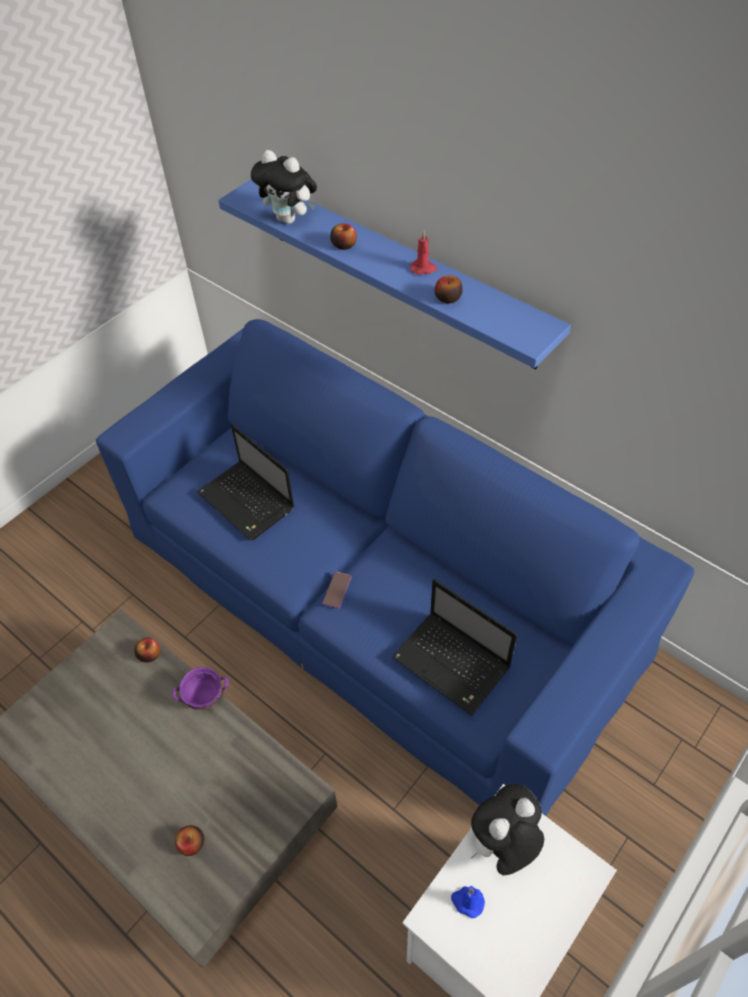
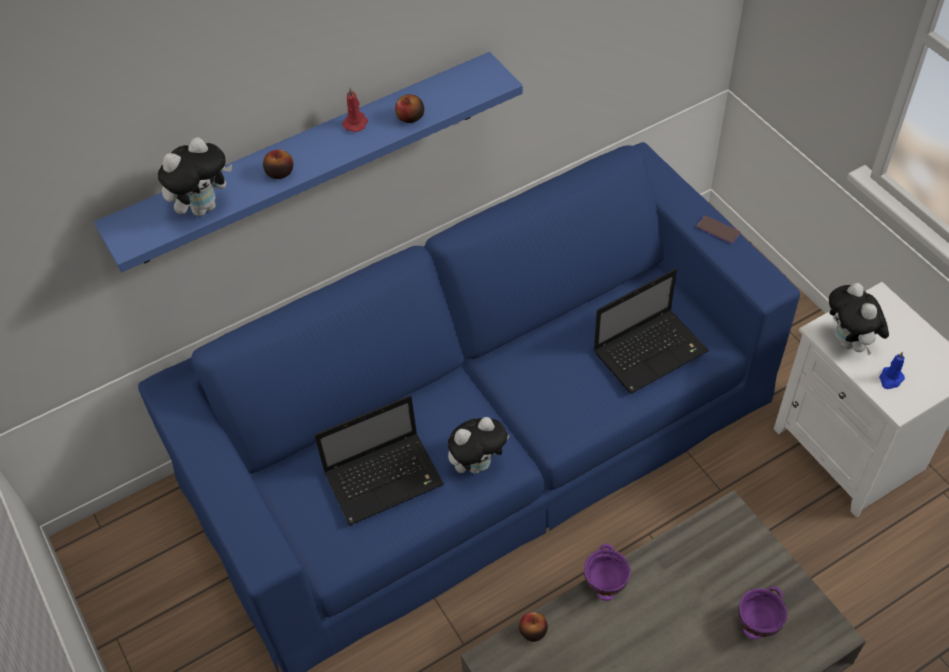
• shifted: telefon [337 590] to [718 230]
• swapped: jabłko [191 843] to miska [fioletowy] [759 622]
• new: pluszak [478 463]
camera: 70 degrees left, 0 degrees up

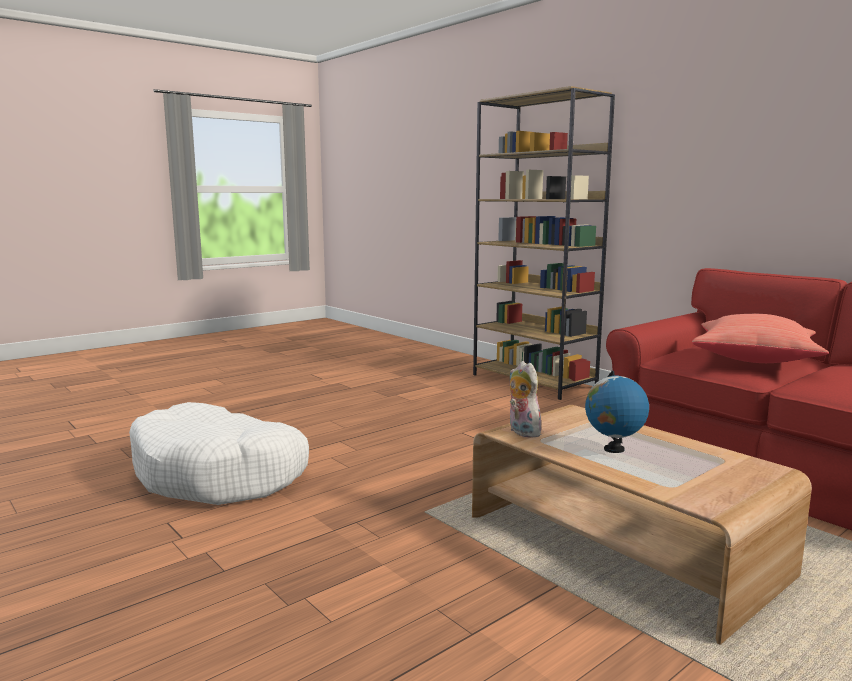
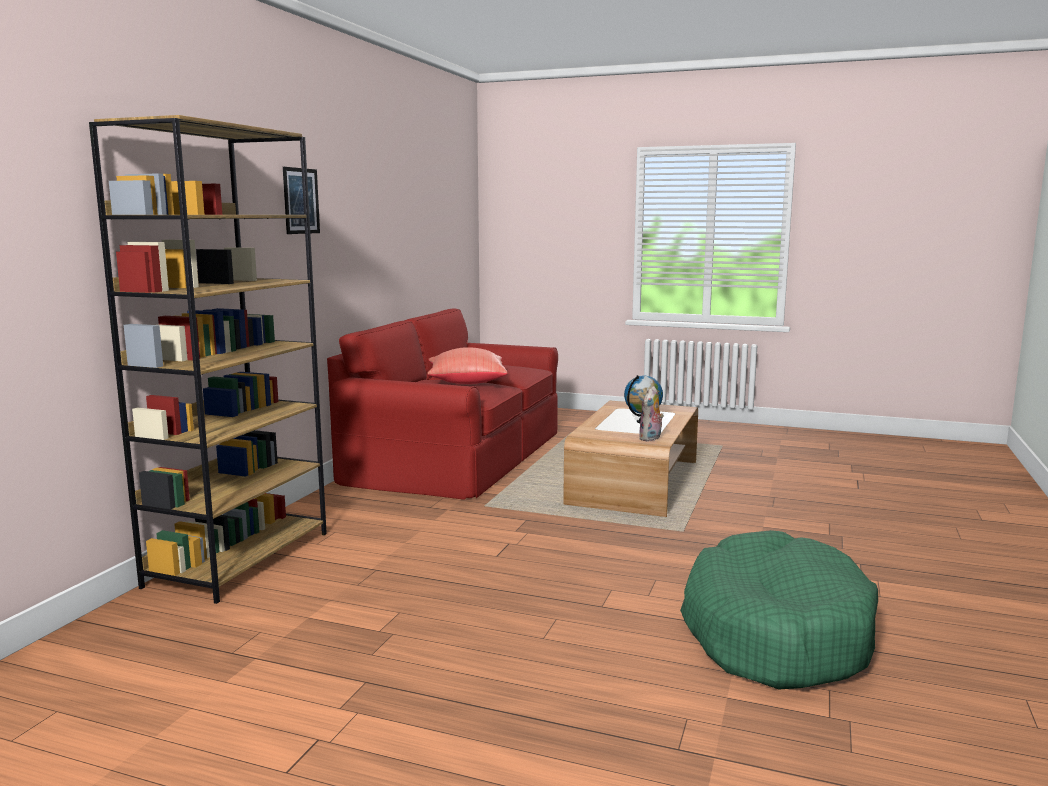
• repainted: legowisko [biały] [219 475] to legowisko [zielony] [774 633]
• new: obraz [301 201]
camera: 120 degrees left, 0 degrees up

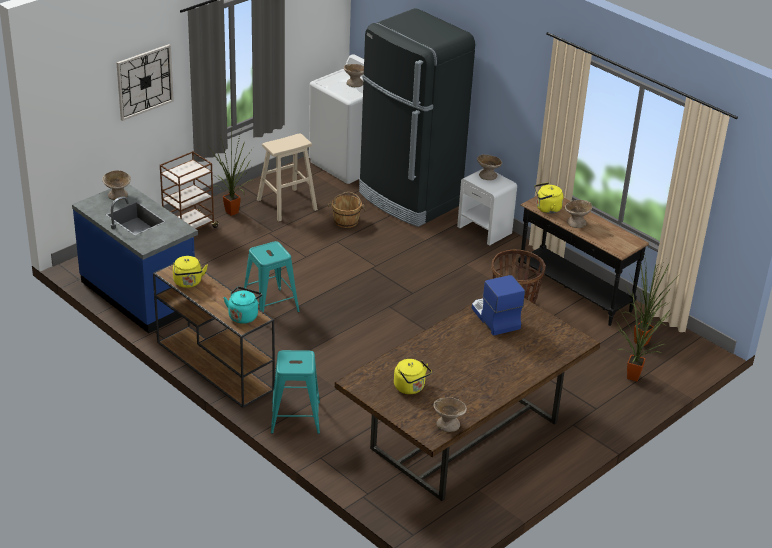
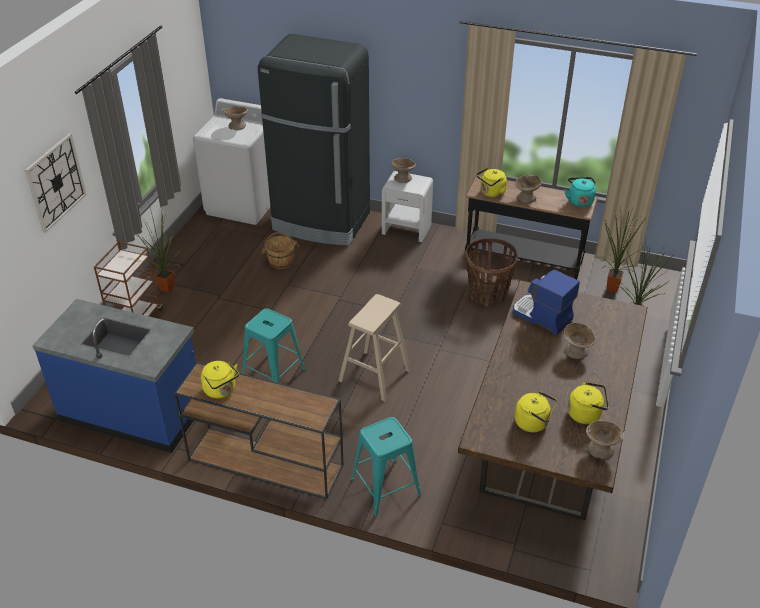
• shifted: stołek [beżowy] [287 204] to [375 375]
• shifted: miska [beżowy] [118 195] to [576 351]
• shifted: czajnik [turkusowy] [243 315] to [579 201]
• new: czajnik [żółty] [586 414]
camera: 25 degrees left, 5 degrees up

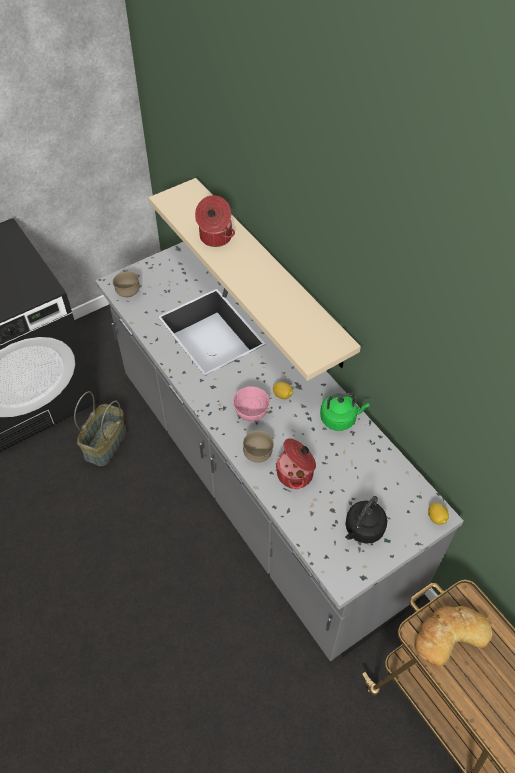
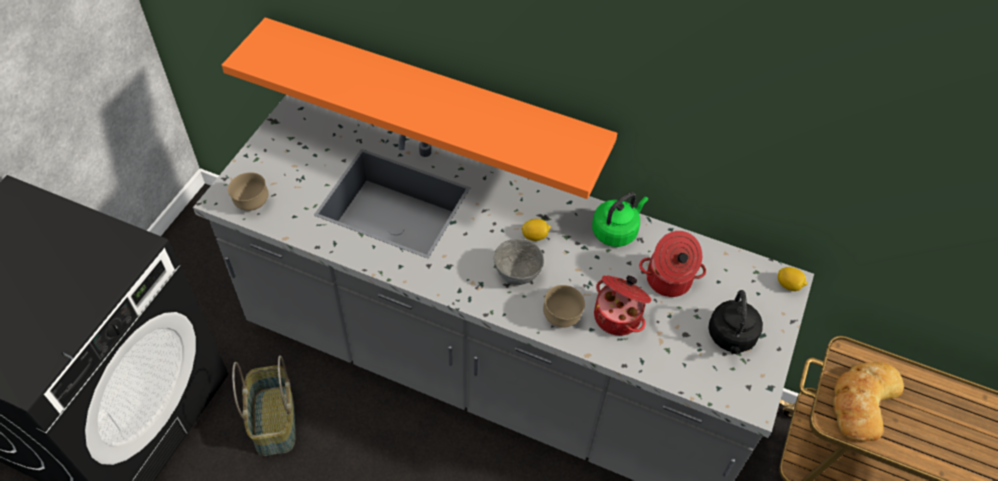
• repainted: półka [beżowy] [270 272] to półka [pomarańczowy] [434 97]
• shifted: garnek [215 237] to [668 280]
• repainted: miska [różowy] [250 414] to miska [szary] [517 275]
camera: 35 degrees left, 0 degrees up

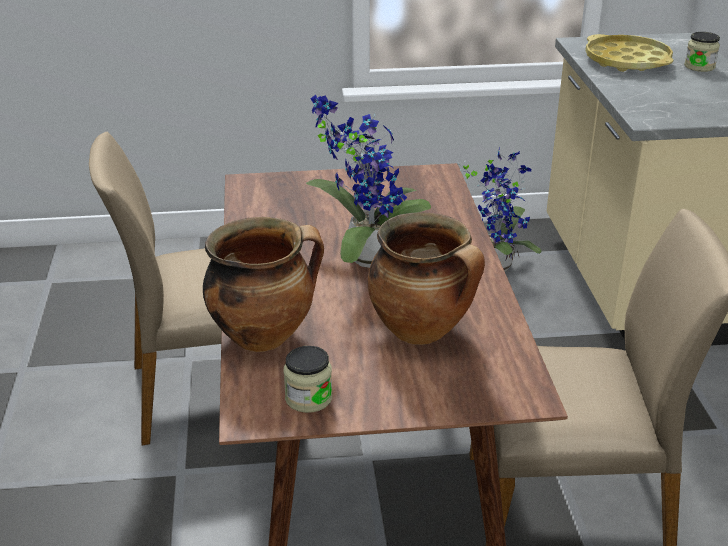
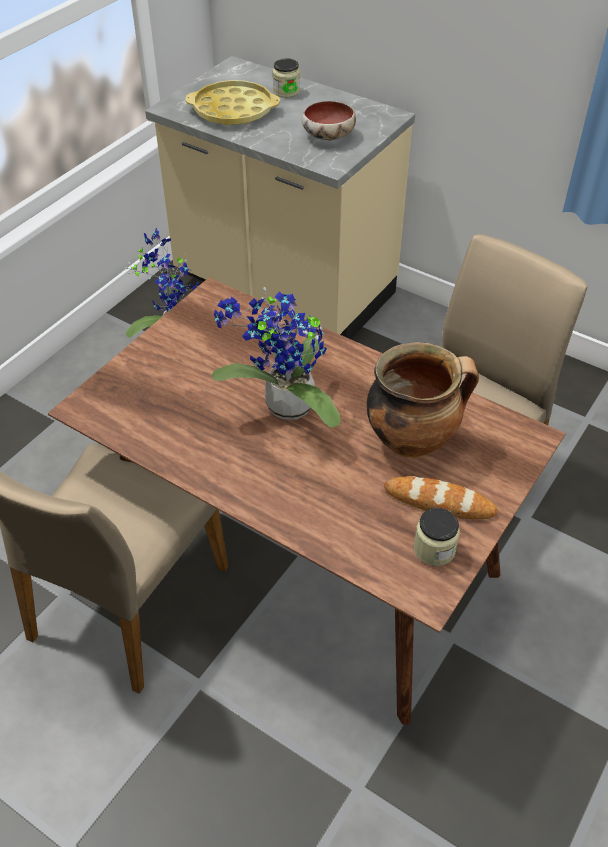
• gone: garnek [264 335]
• new: miska [327 136]
• new: chleb [439 502]
camera: 50 degrees left, 15 degrees up

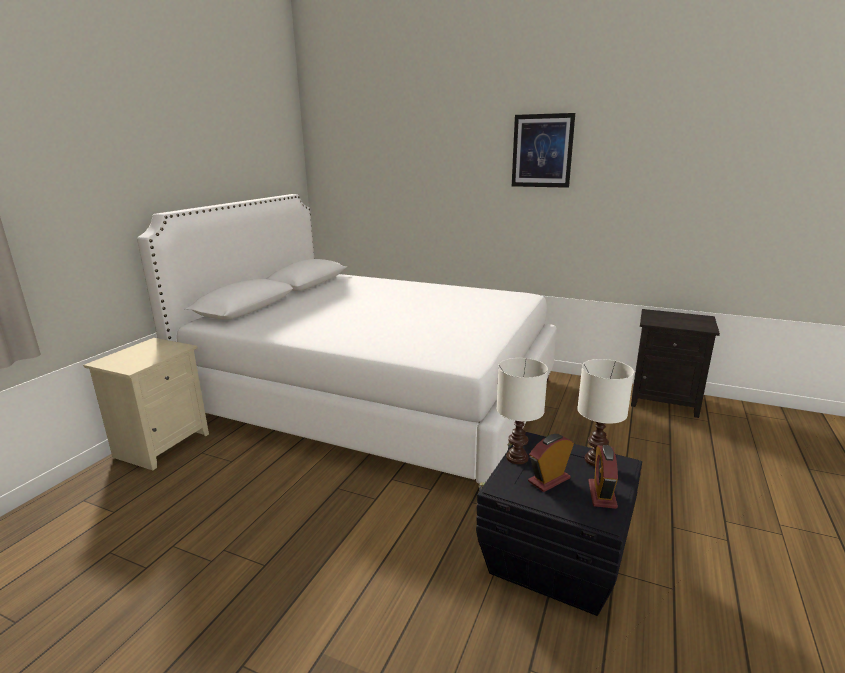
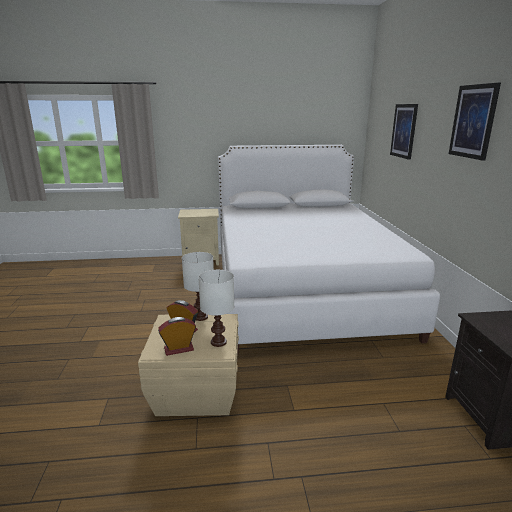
• repainted: pojemnik do przechowywania [czarny] [553 557] to pojemnik do przechowywania [beżowy] [195 390]
• new: obraz [404 131]
camera: 60 degrees right, 0 degrees up

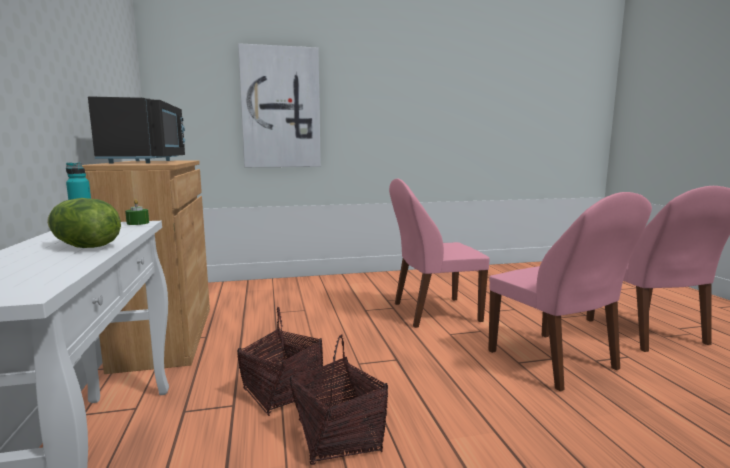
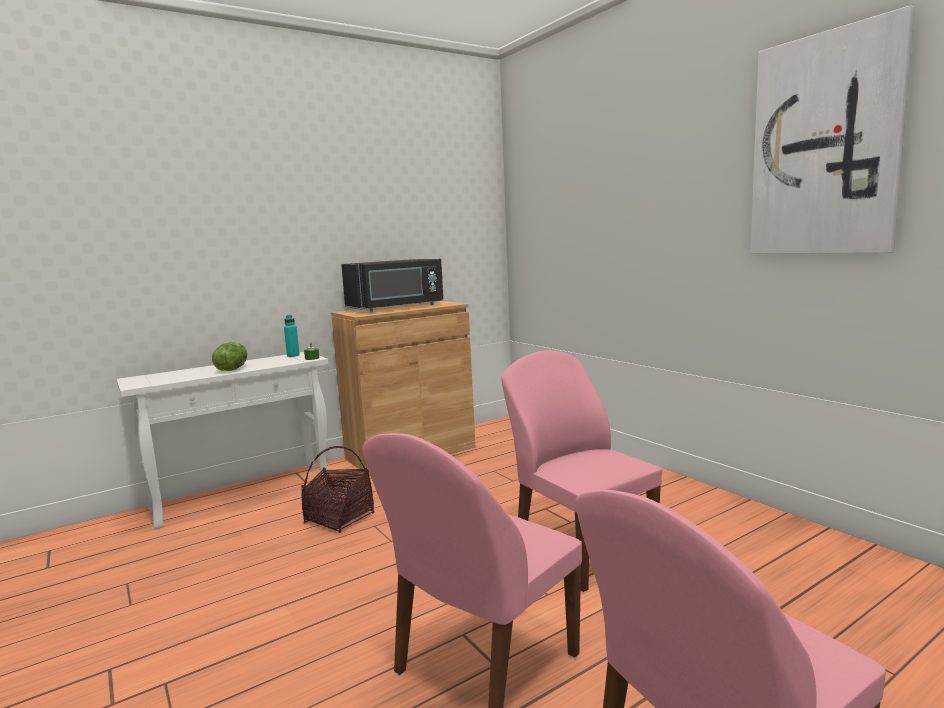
• shifted: obraz [280 108] to [825 146]
• gone: koszyk [338 437]
camera: 70 degrees right, 0 degrees up

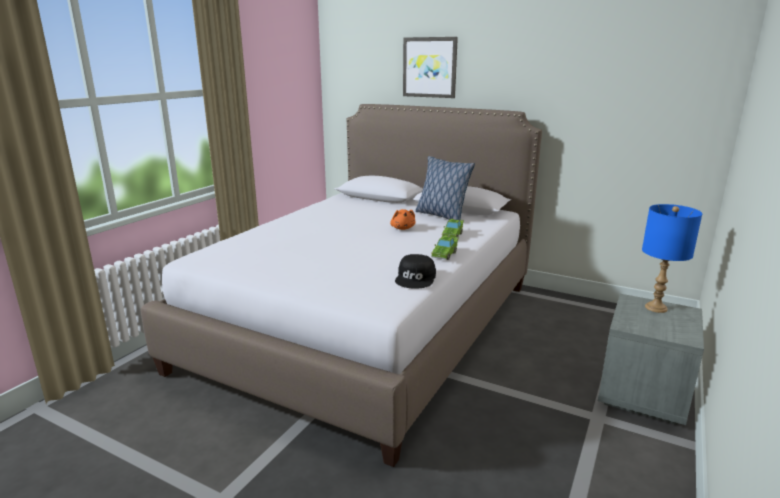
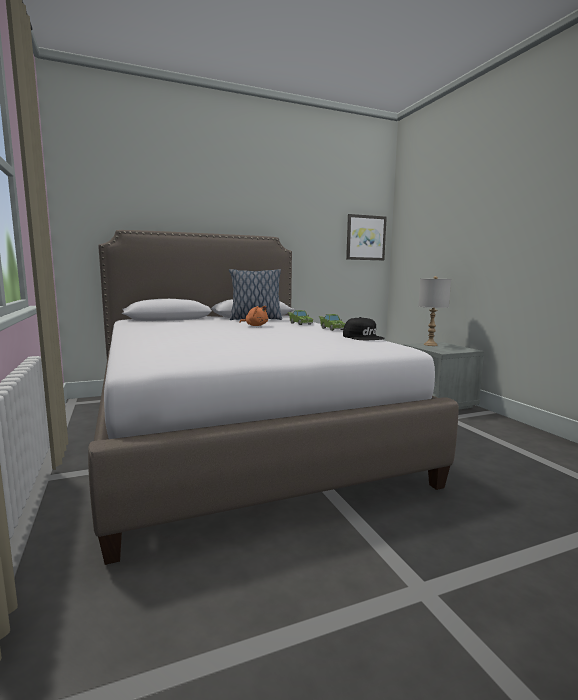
• shifted: obraz [429 67] to [365 238]
• repainted: lampa stołowa [niebieski] [656 307] to lampa stołowa [szary] [430 344]
camera: 50 degrees left, 10 degrees down

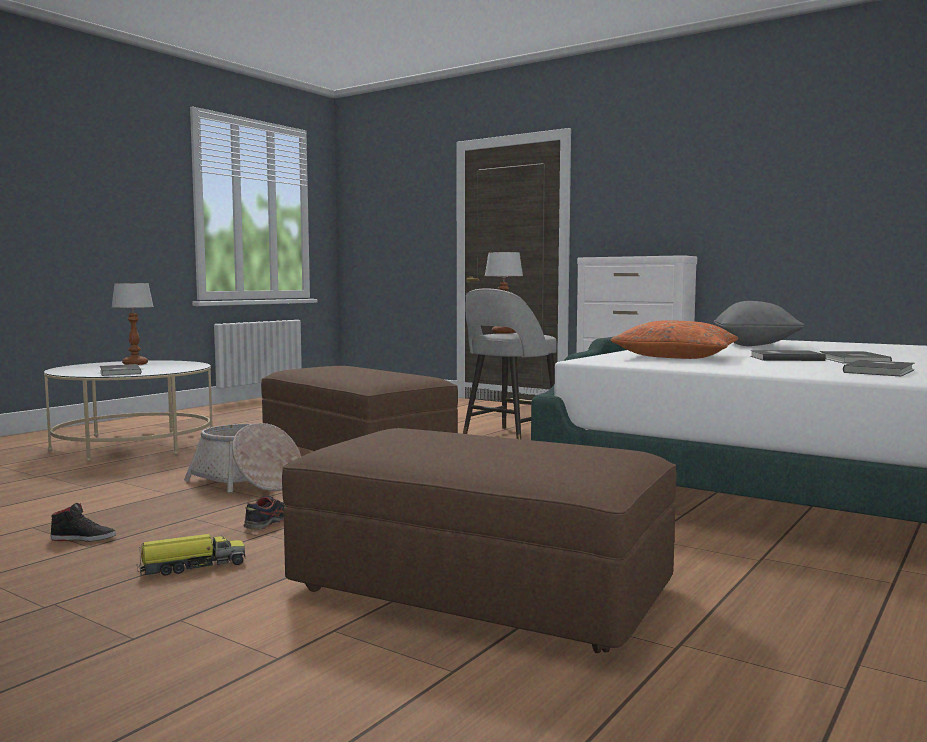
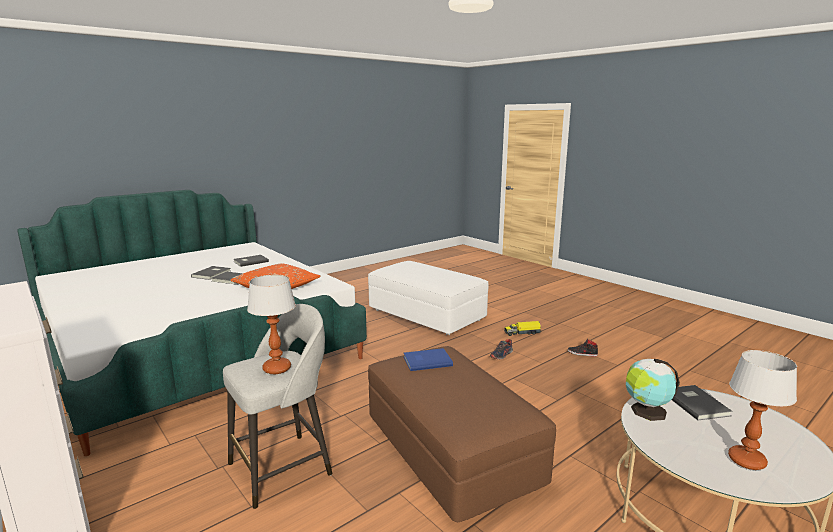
• gone: poduszka [szary] [755 345]
• gone: koszyk [247 482]
• repainted: pufa [brązowy] [480 590] to pufa [biały] [426 315]
• new: książka [niebieski] [426 361]
• new: globus [646 411]
camera: 165 degrees left, 10 degrees up

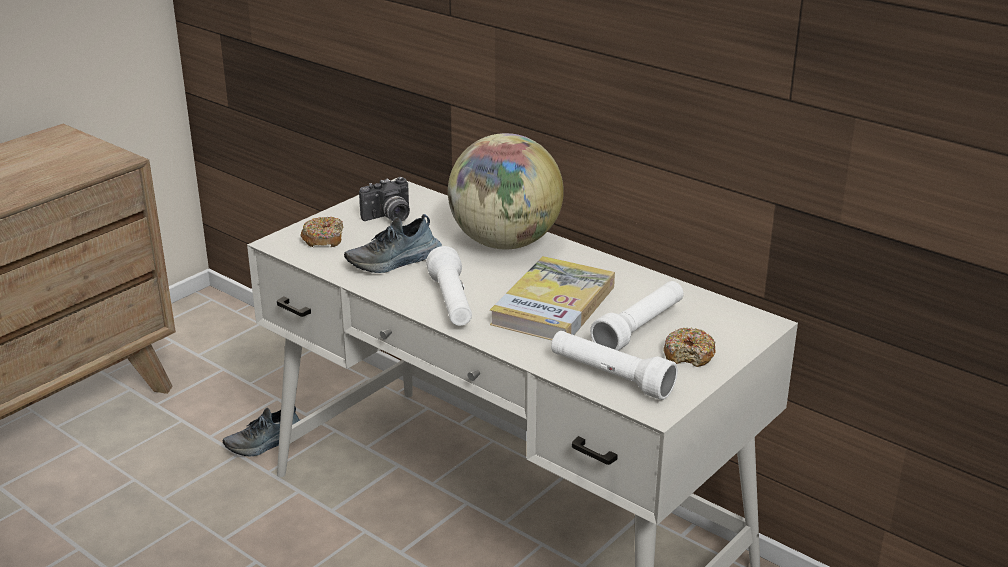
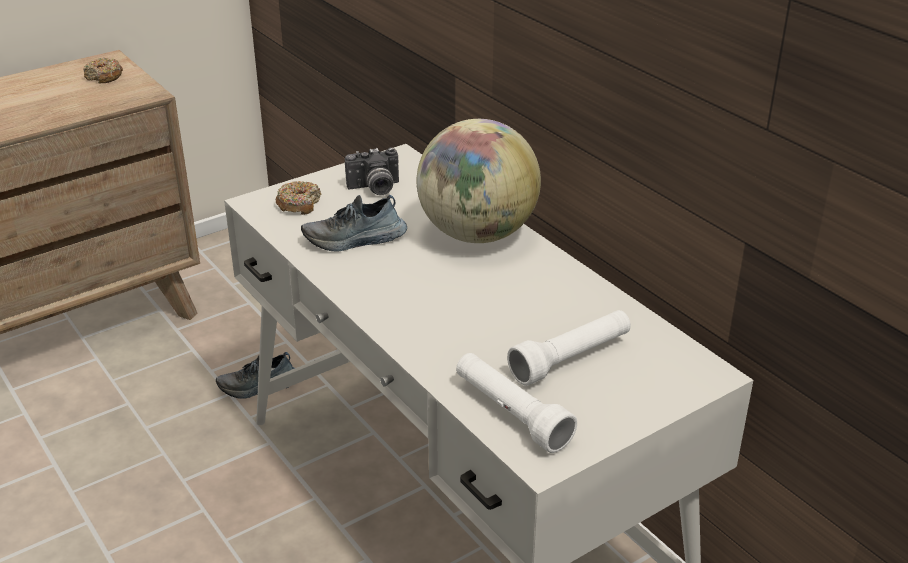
• gone: latarka [biały] [451 302]
• gone: książka [553 305]
• shifted: donut [689 355] to [104 77]
camera: 15 degrees right, 5 degrees up

